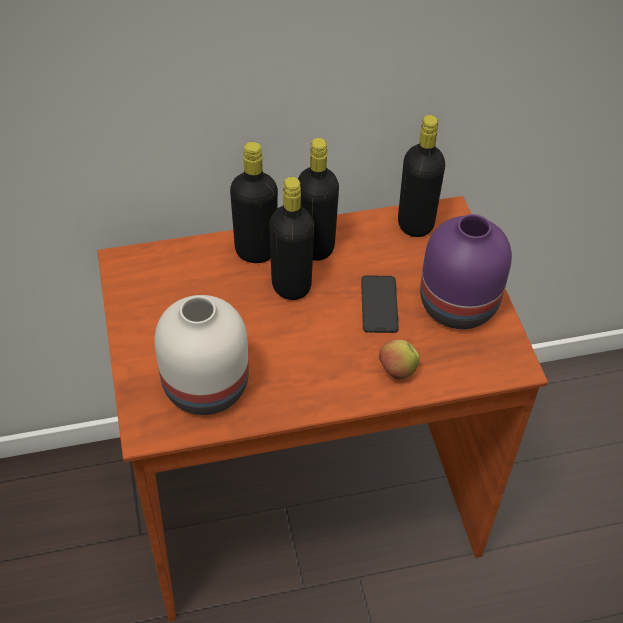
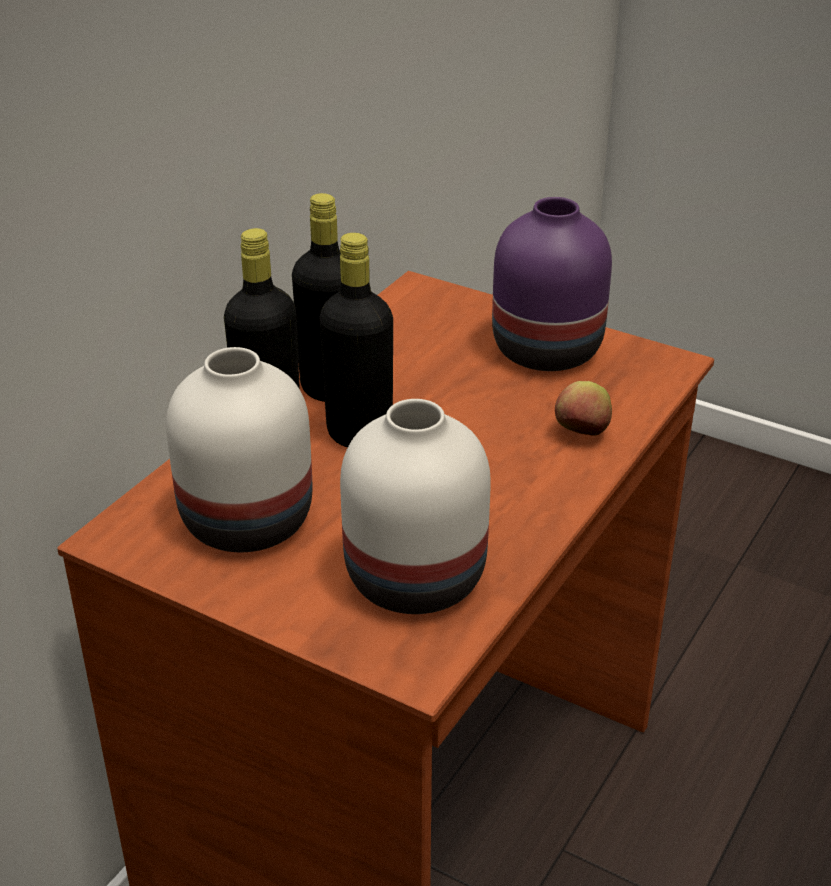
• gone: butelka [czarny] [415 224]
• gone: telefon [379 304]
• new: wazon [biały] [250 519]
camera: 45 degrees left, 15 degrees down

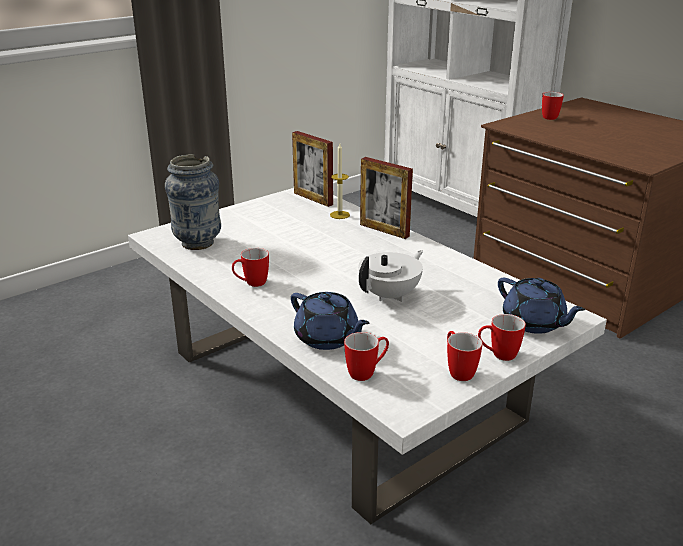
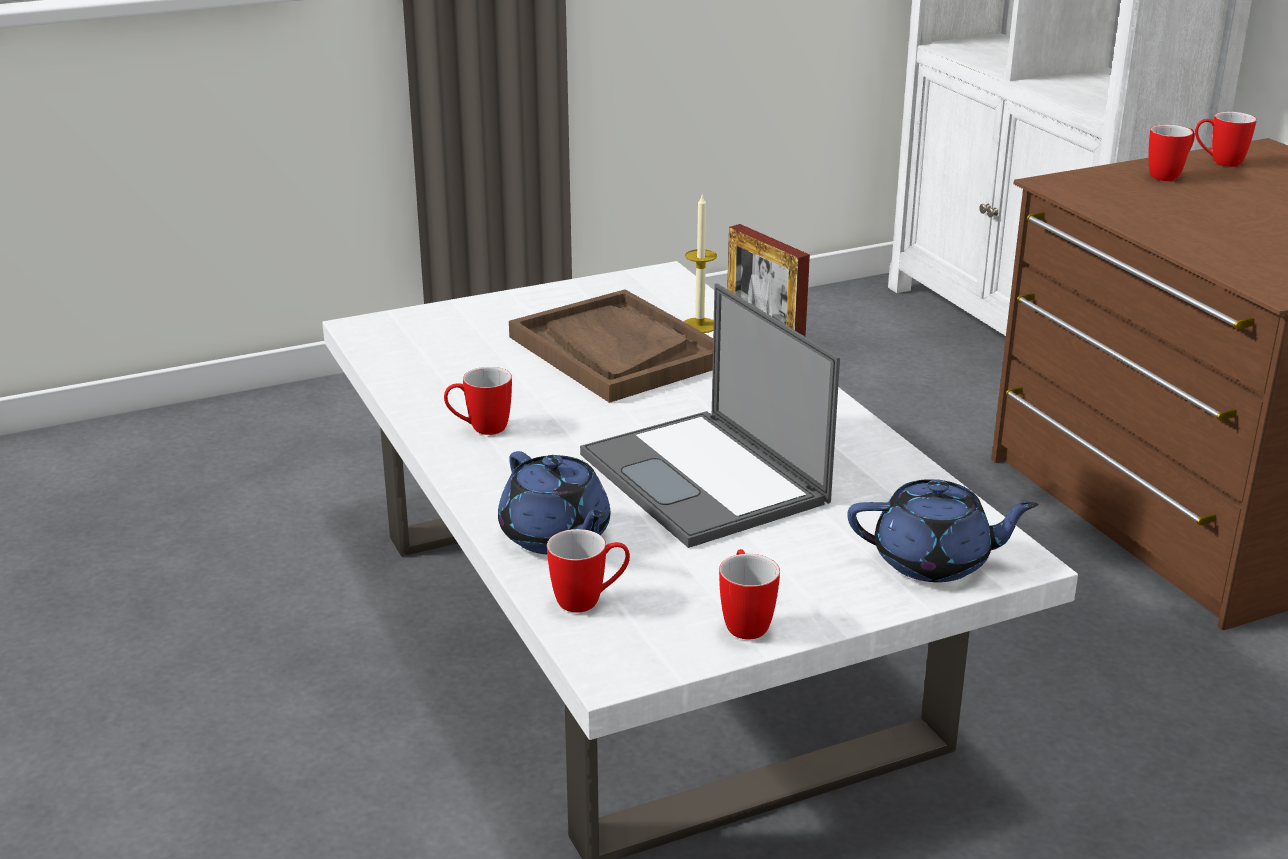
• gone: ramka na zdjęcie [313 199]
• gone: wazon [198 243]
• swapped: imbryk [biały] [390 295] to laptop [705 479]
• rotated: imbryk [niebieski] [534 323] = [934 562] 60 degrees counterclockwise
• shifted: kubek [498 355] to [1218 162]
• new: taca [brązowy] [616 350]
camera: 15 degrees right, 0 degrees up

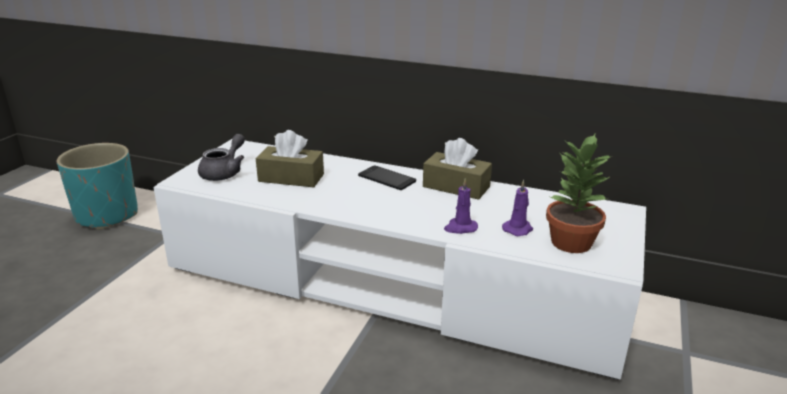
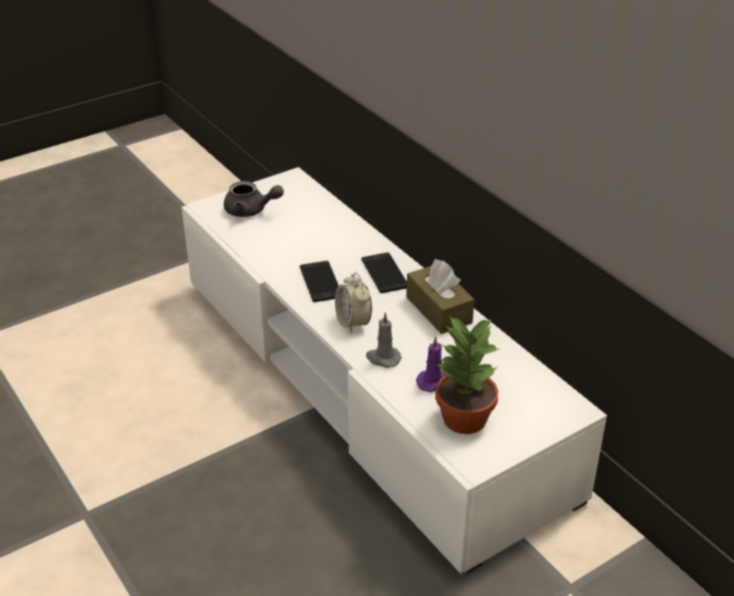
• gone: pudełko chusteczek [brązowy] [291 178]
• rotated: imbryk [szary] [225 172] = [251 211] 45 degrees clockwise
• gone: donica [turkusowy] [107 215]
• repainted: świeca [fioletowy] [460 228] to świeca [szary] [383 358]
• new: telefon [320 282]
• new: budzik [353 322]
camera: 35 degrees right, 10 degrees up

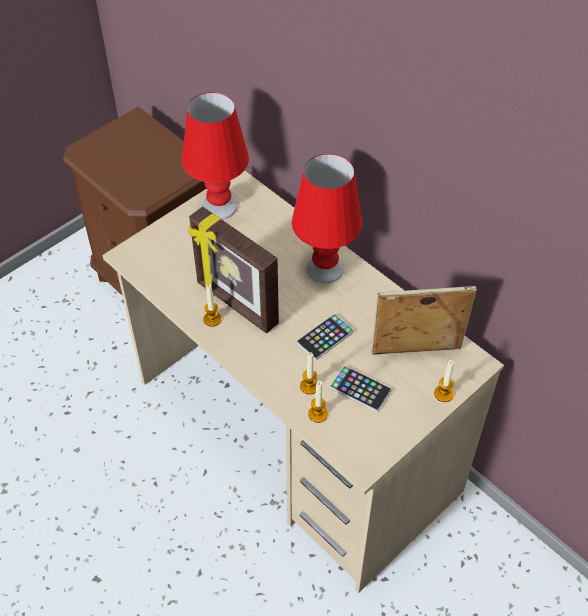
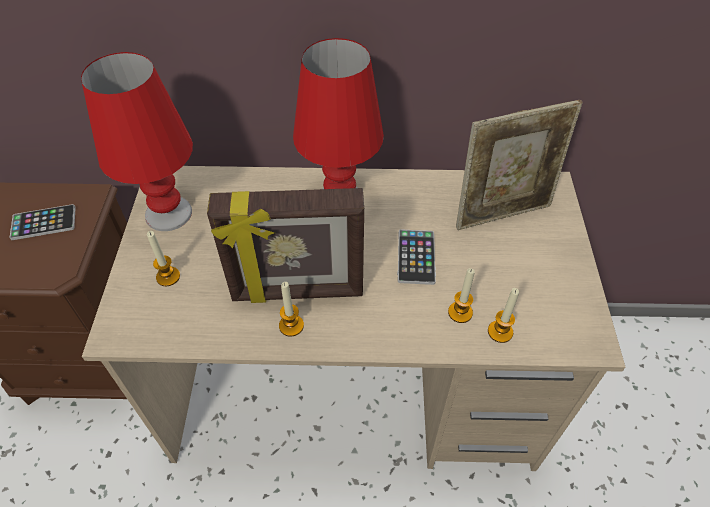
• rotated: ramka na zdjęcie [415 354] = [502 213] 150 degrees counterclockwise
• shifted: świeca [443 394] to [168 277]
• shifted: telefon [360 389] to [44 223]
camera: 45 degrees left, 0 degrees up

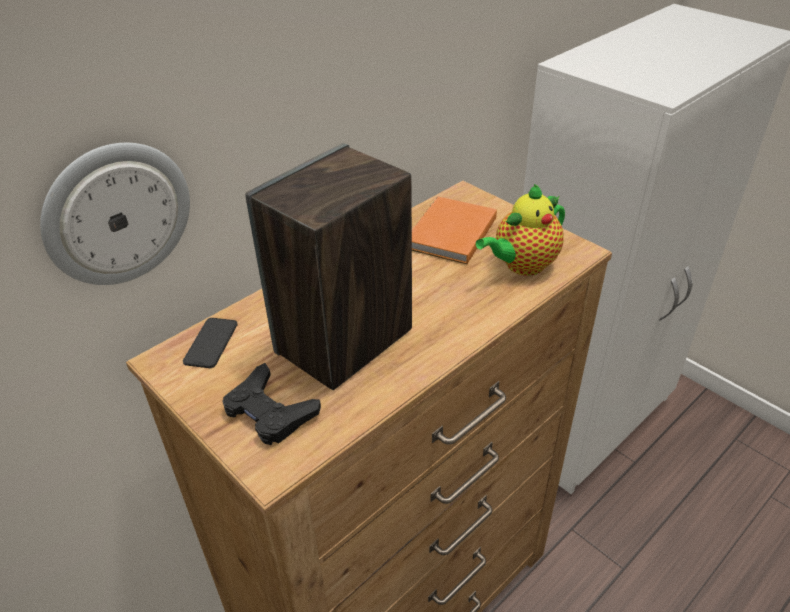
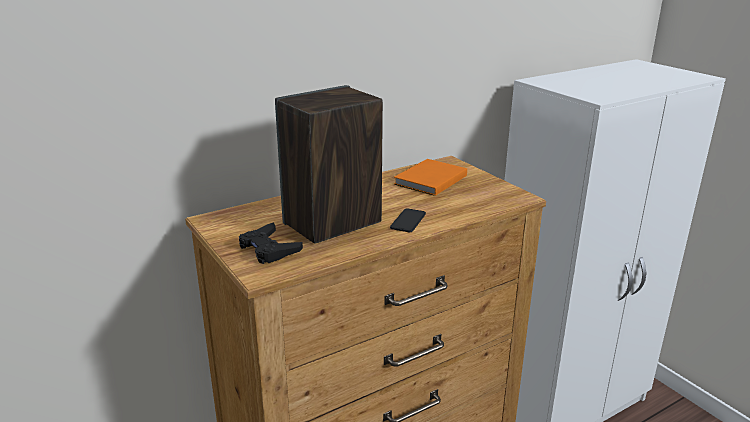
• gone: zegar ścienny [117 214]
• gone: imbryk [522 265]
• shifted: telefon [211 343] to [408 221]
camera: 10 degrees right, 15 degrees down

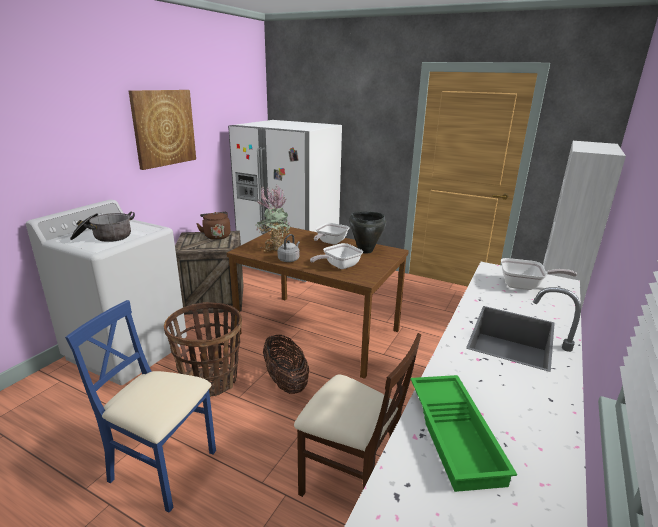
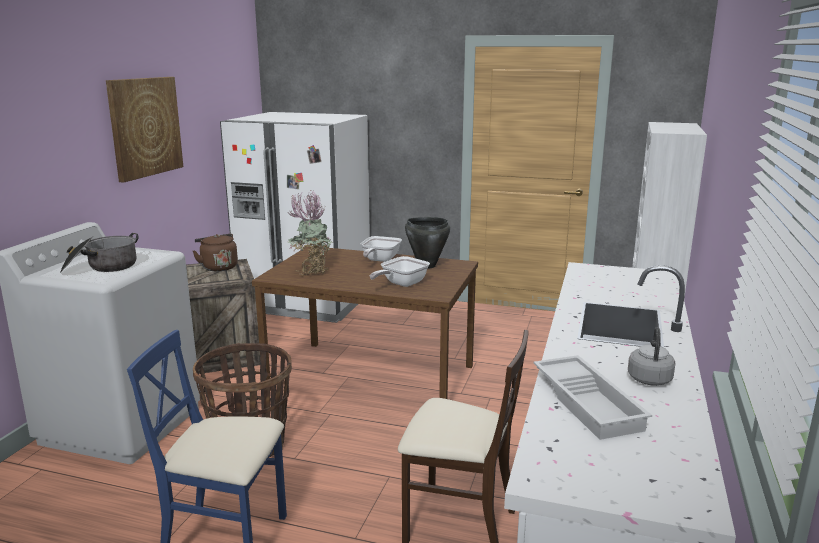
• shifted: czajnik [szary] [289 259] to [649 378]
• gone: patelnia [524 286]
• gone: koszyk [285 381]
• repainted: taca [zielony] [456 434] to taca [biały] [589 402]
camera: 10 degrees left, 5 degrees down

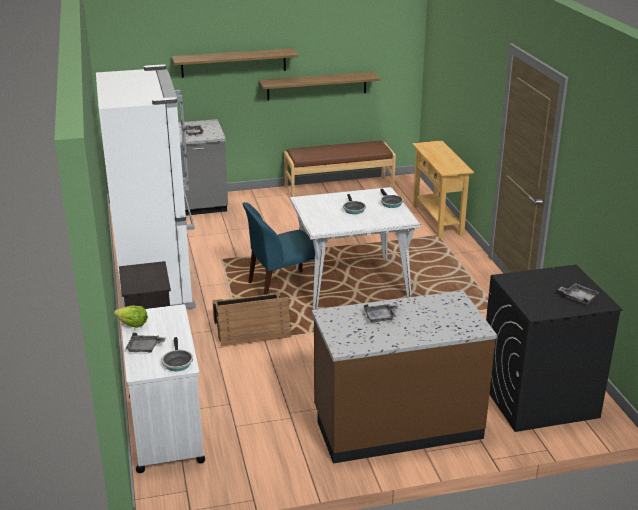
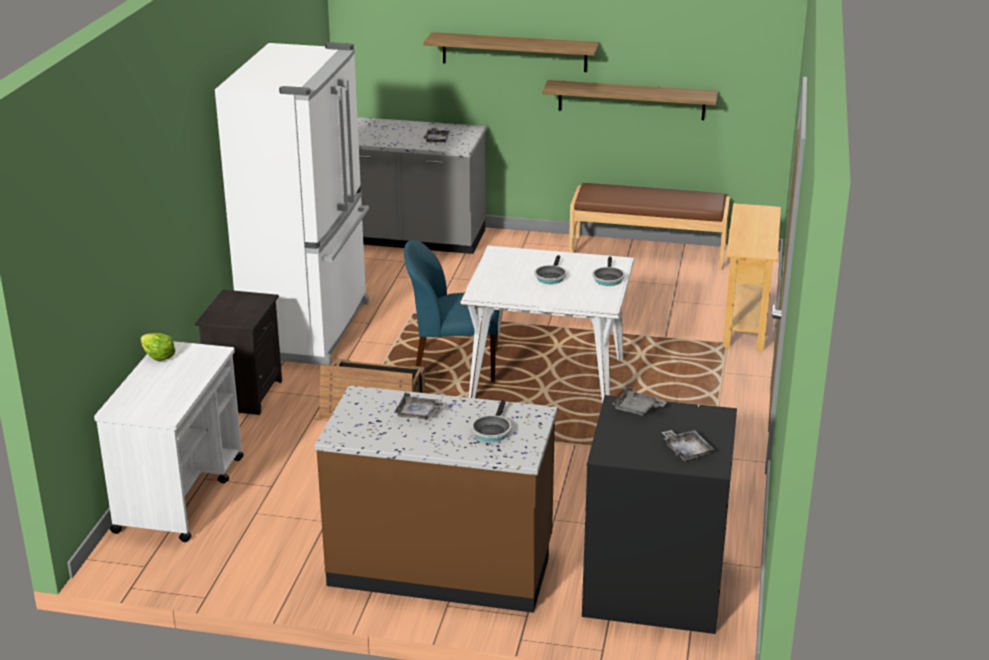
• shifted: taca [szary] [144 348] to [637 409]
• shifted: patelnia [177 362] to [492 431]
camera: 25 degrees right, 0 degrees up

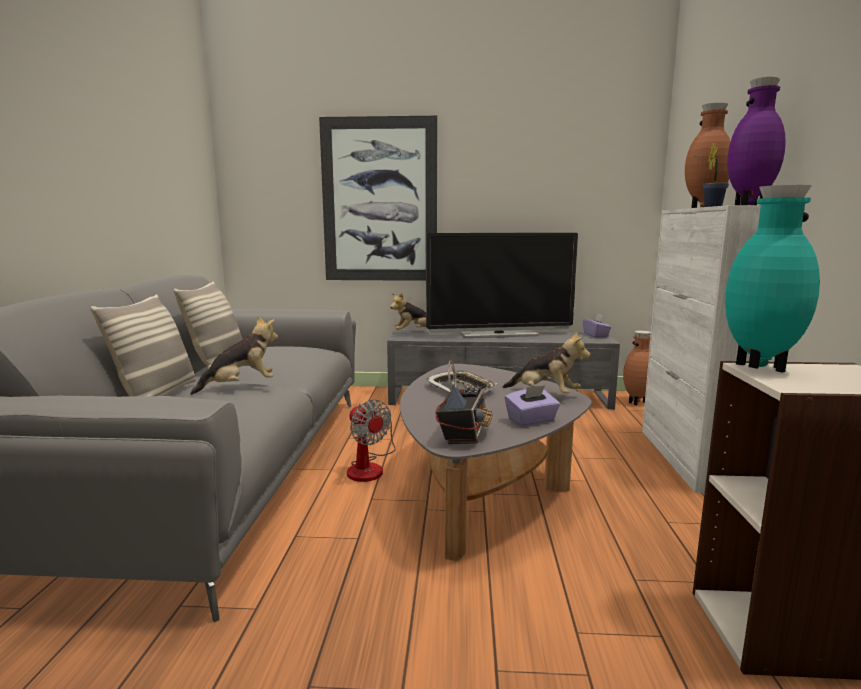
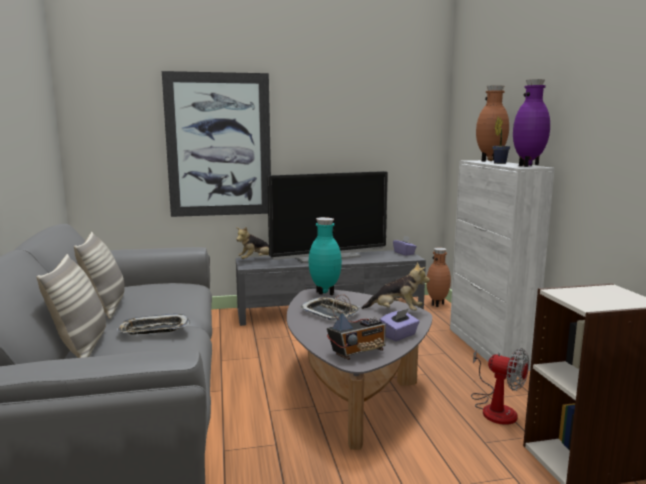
• shifted: wazon [turkusowy] [759 368] to [324 293]
• swapped: pluszak [241 387] to taca [154 330]
• rotated: radio [464 434] = [358 352] 60 degrees clockwise
• shifted: wentylator [369 467] to [495 408]
camera: 15 degrees left, 0 degrees up

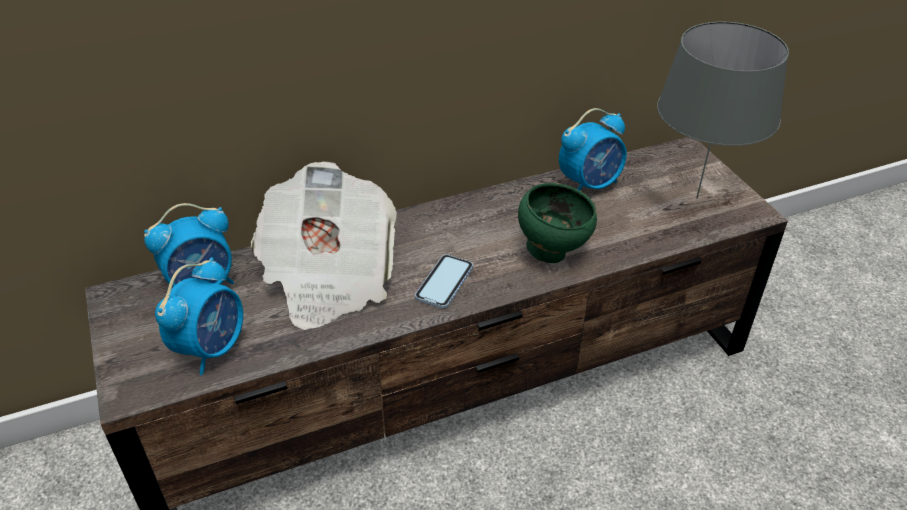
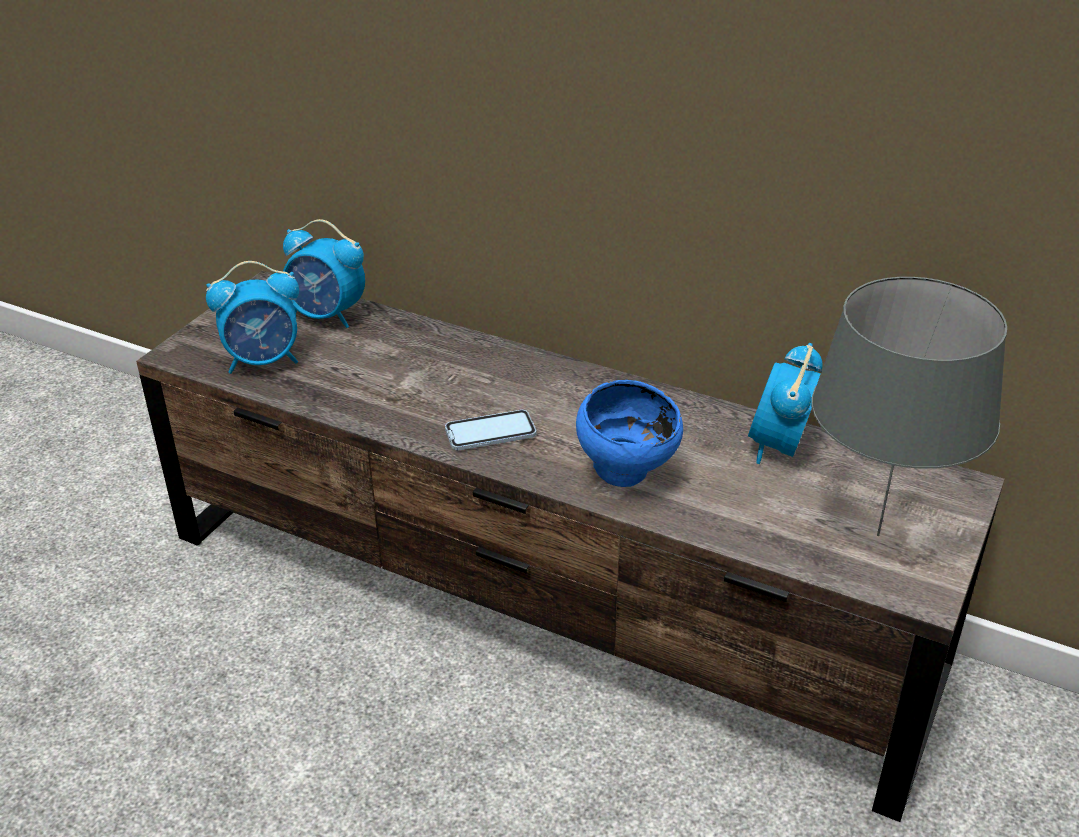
• rotated: budzik [590 184] = [779 447] 90 degrees clockwise
• gone: gazeta [328 275]
• repainted: miska [zielony] [552 251] to miska [niebieski] [627 474]
camera: 50 degrees right, 5 degrees down

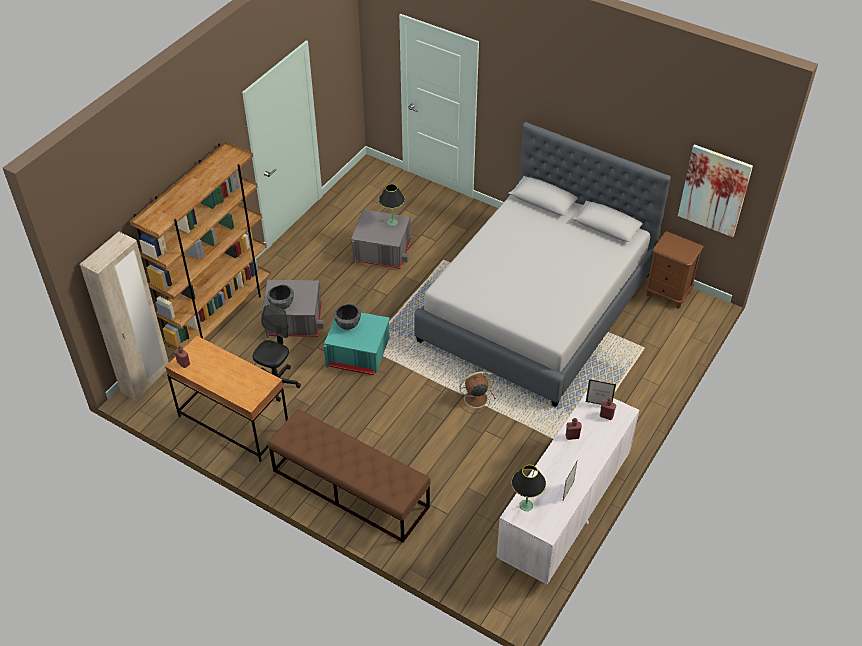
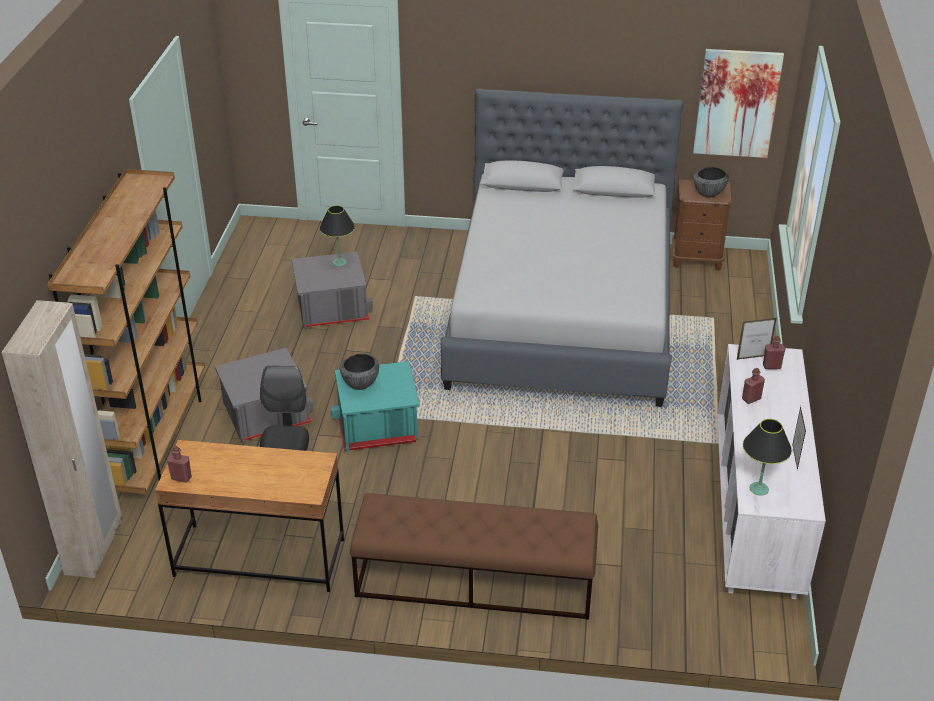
• shifted: miska [281 305] to [708 193]
• gone: wentylator [brązowy] [474 399]
camera: 25 degrees left, 10 degrees down

